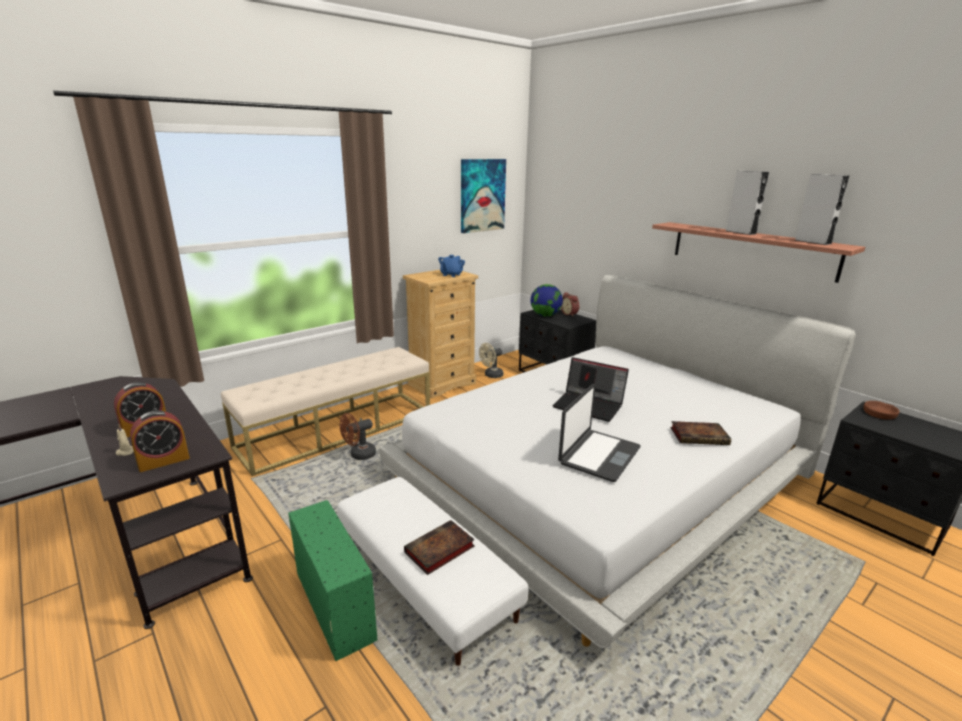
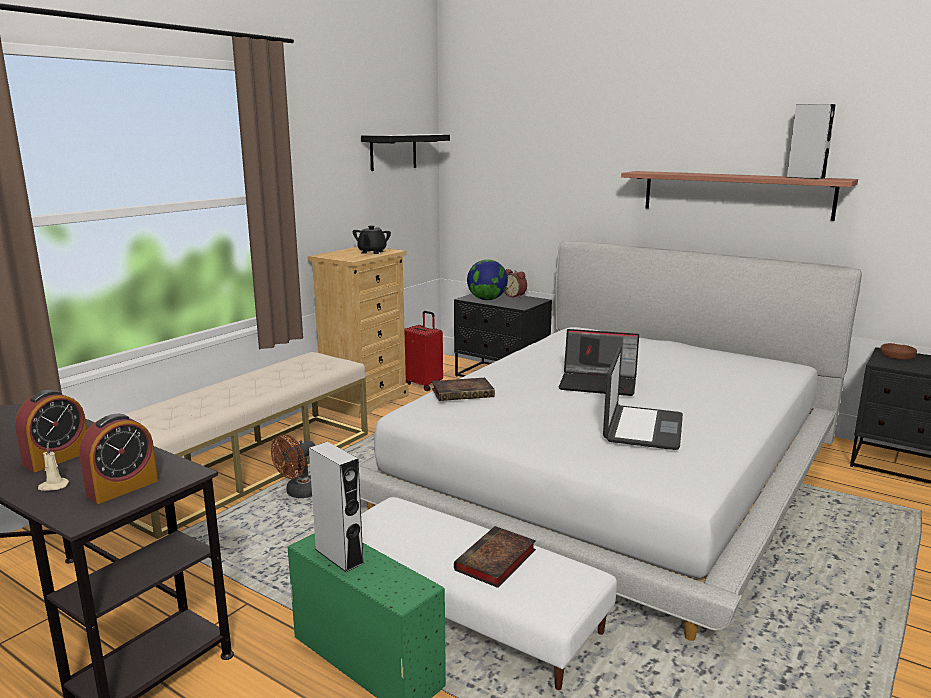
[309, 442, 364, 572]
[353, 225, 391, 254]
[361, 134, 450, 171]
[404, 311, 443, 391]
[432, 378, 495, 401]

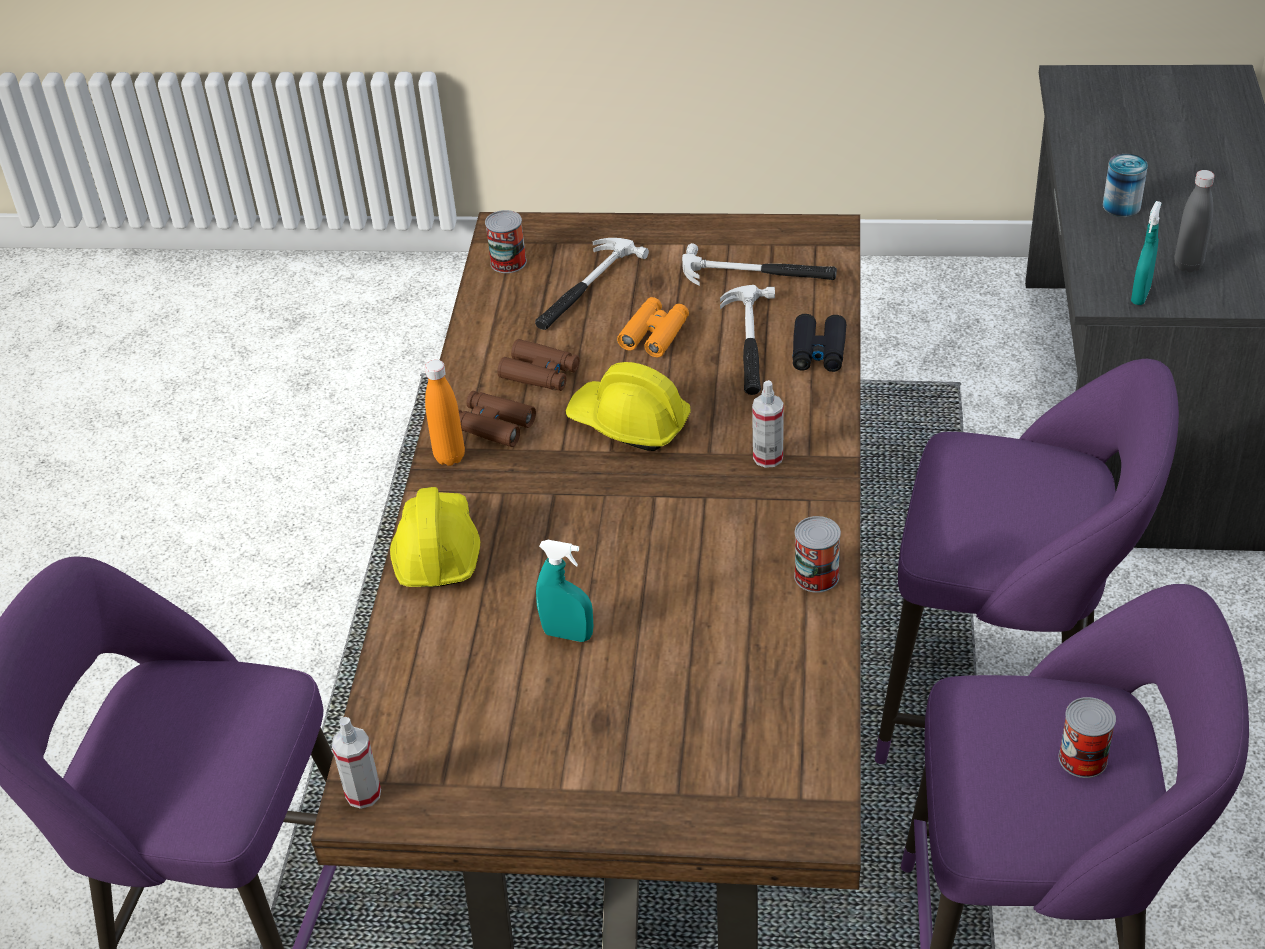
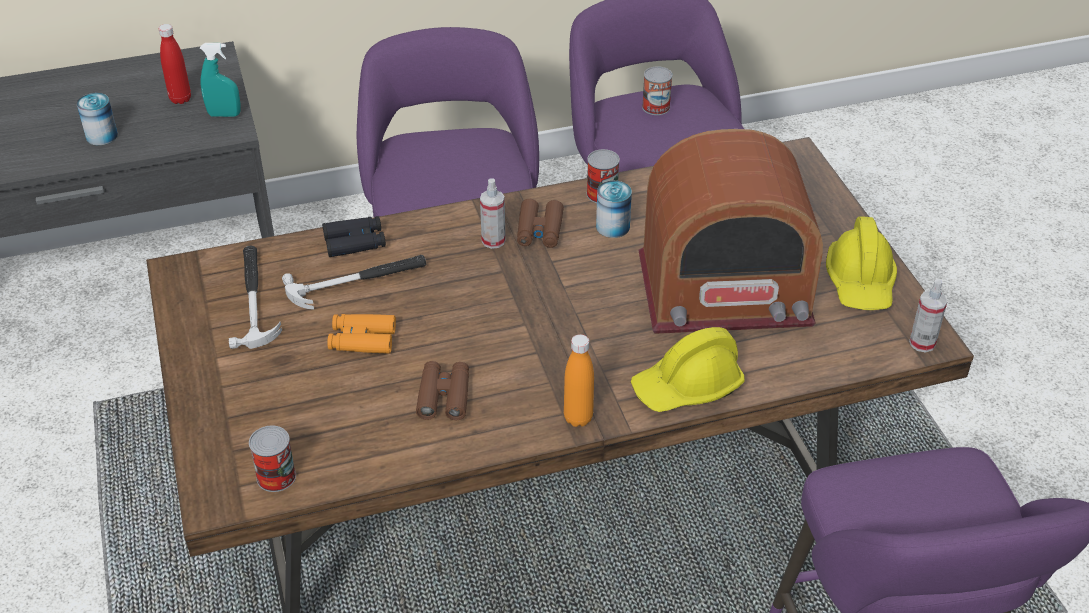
[158, 24, 191, 104]
[517, 199, 564, 248]
[596, 181, 632, 238]
[638, 129, 823, 334]
[826, 216, 897, 310]
[535, 238, 649, 330] (first image)

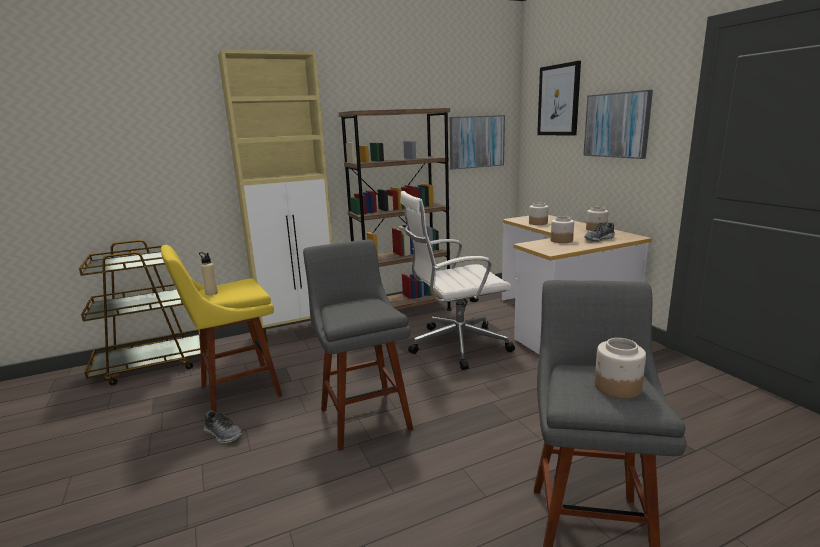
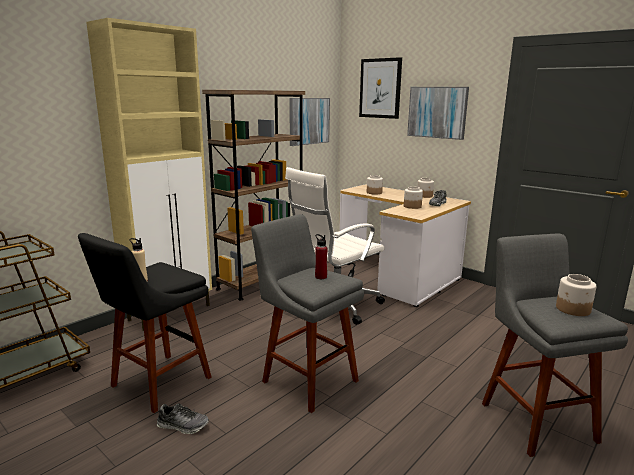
[78, 233, 212, 413]
[315, 234, 328, 279]

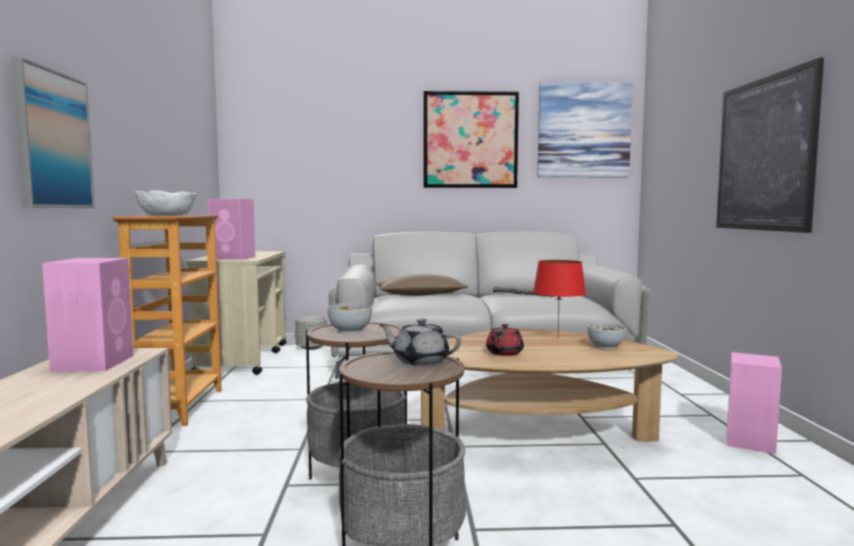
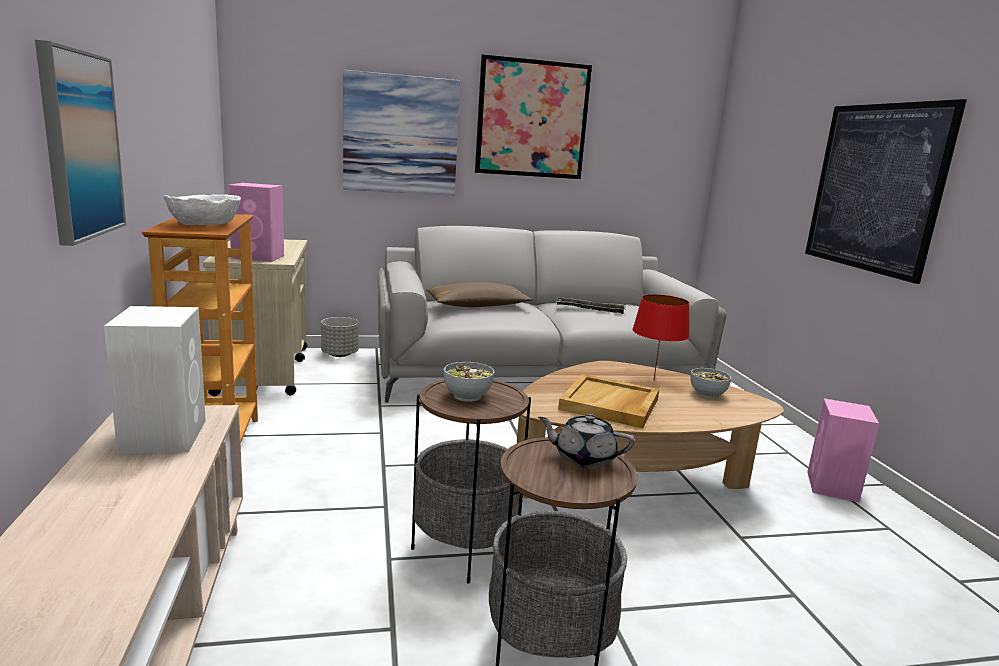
[104, 306, 206, 454]
[343, 70, 460, 196]
[558, 374, 659, 428]

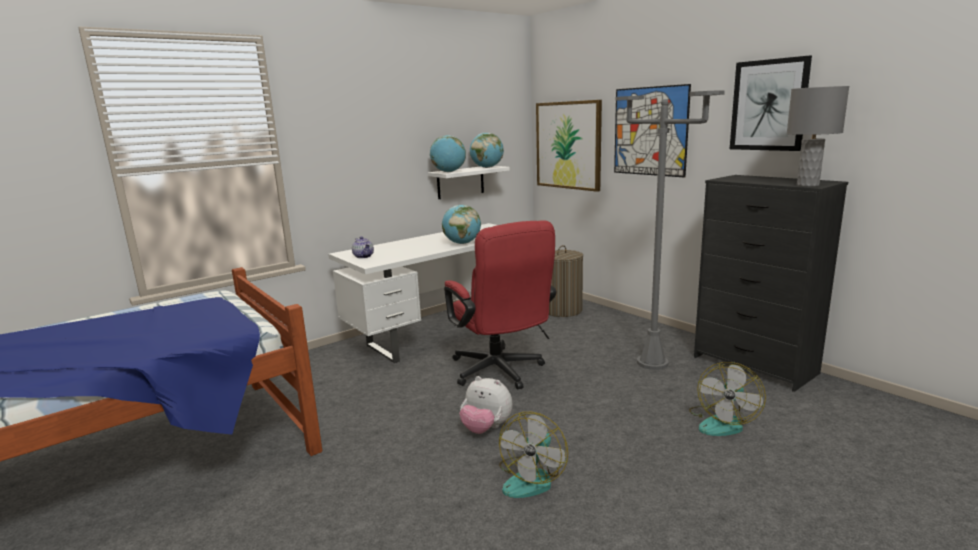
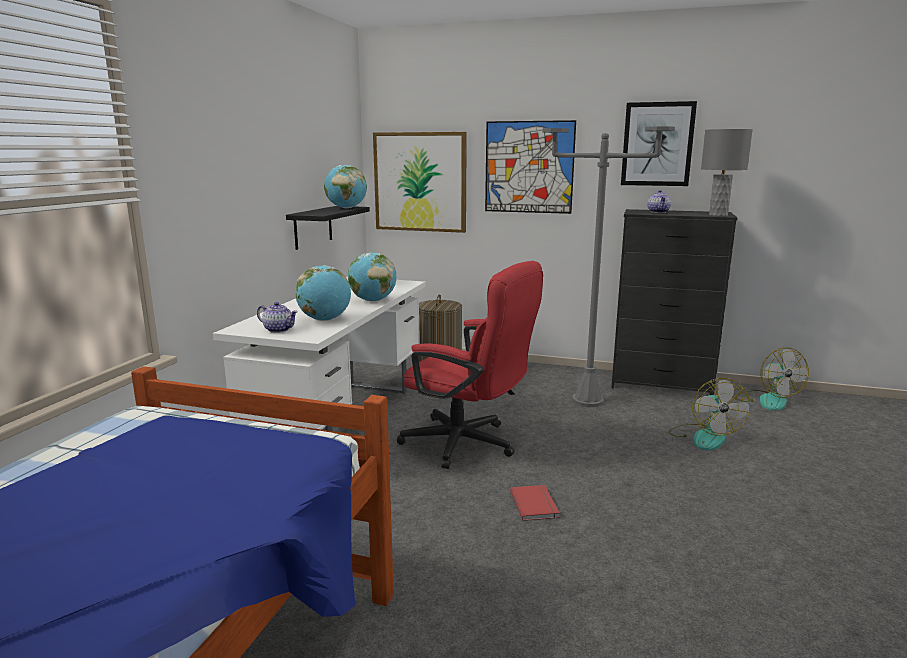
[286, 206, 370, 250]
[295, 265, 351, 321]
[510, 485, 559, 521]
[648, 190, 671, 213]
[735, 348, 809, 411]

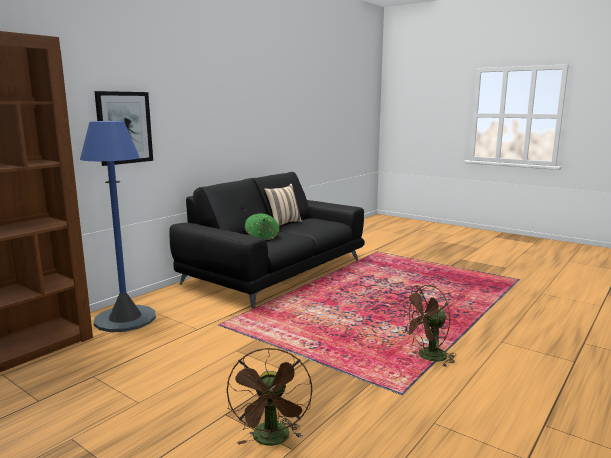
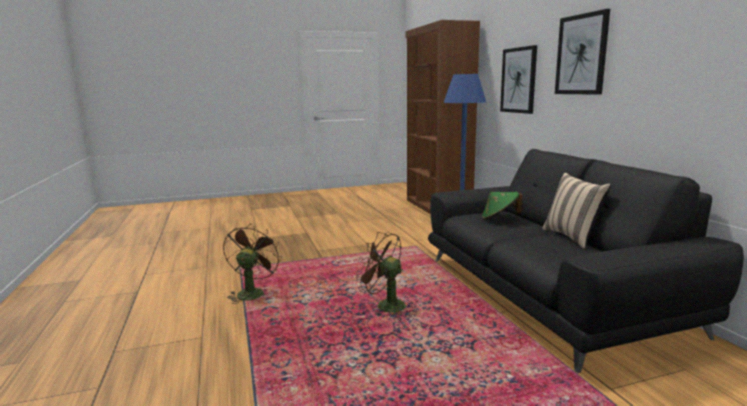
[356, 232, 406, 316]
[555, 9, 610, 95]

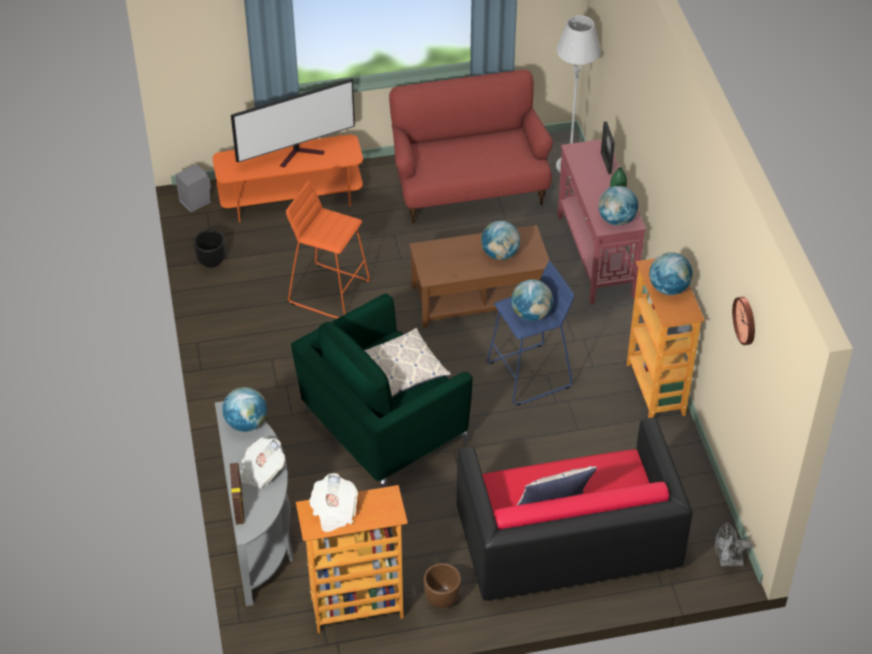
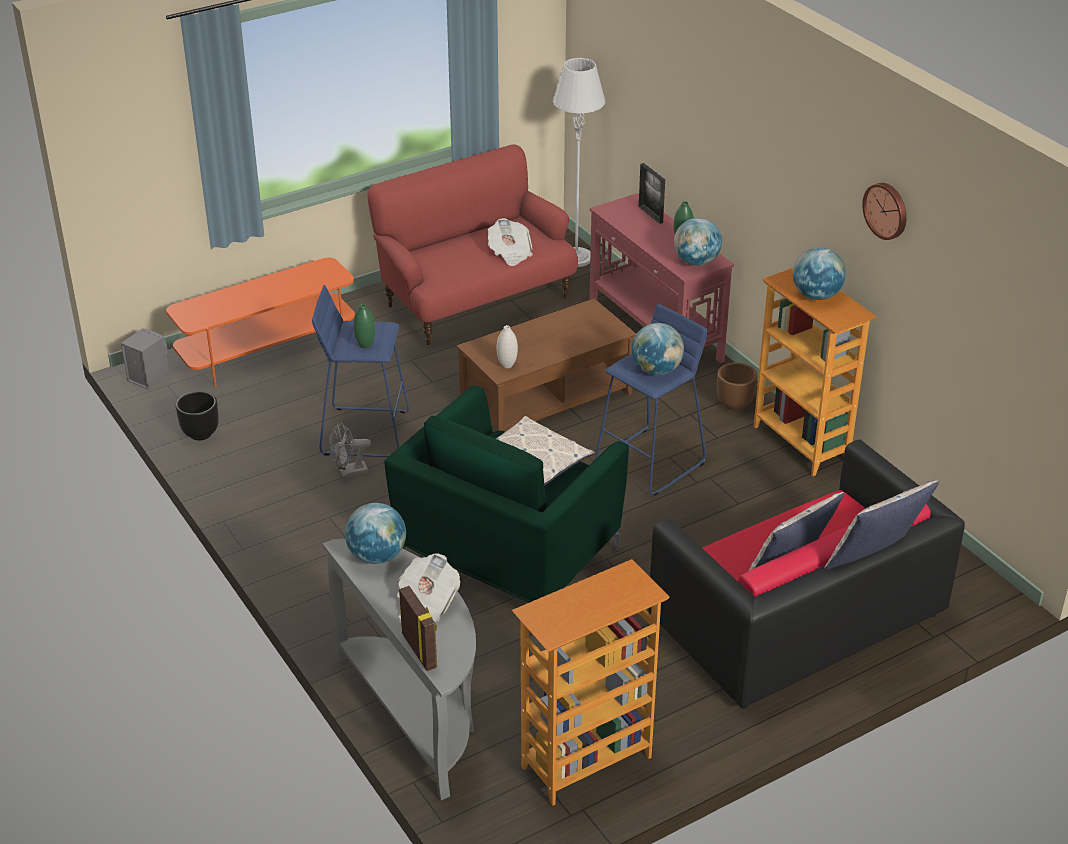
[312, 285, 409, 457]
[329, 422, 371, 478]
[353, 304, 375, 348]
[488, 218, 533, 266]
[497, 325, 518, 368]
[717, 362, 757, 411]
[824, 481, 939, 570]
[862, 183, 907, 240]
[231, 78, 355, 167] (first image)
[481, 221, 520, 260] (first image)

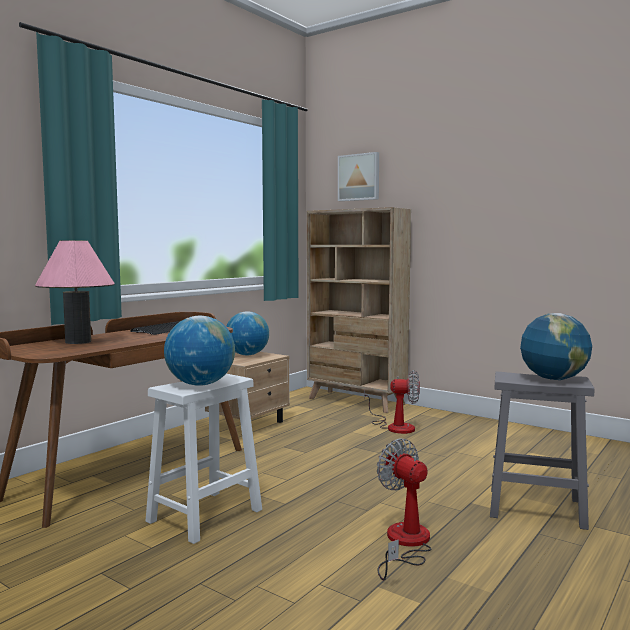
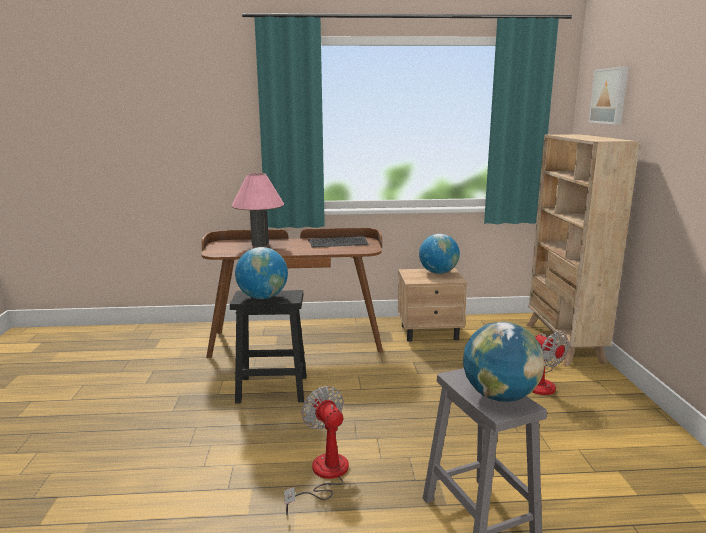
[230, 290, 307, 404]
[284, 386, 349, 515]

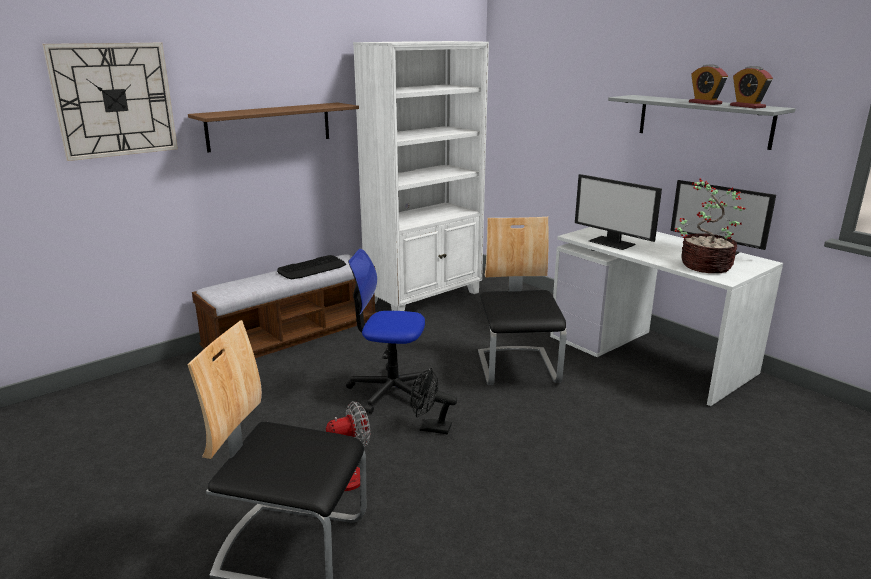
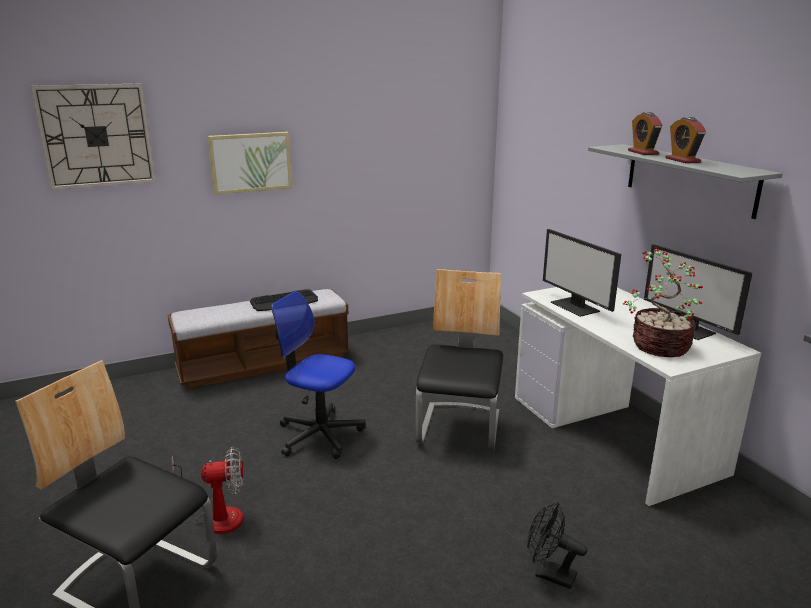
[208, 132, 292, 195]
[527, 502, 587, 589]
[628, 112, 662, 155]
[353, 41, 489, 311] (first image)

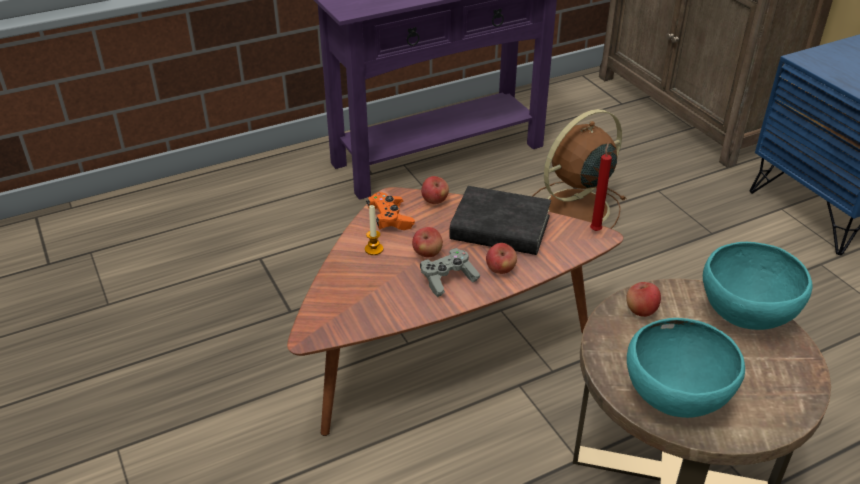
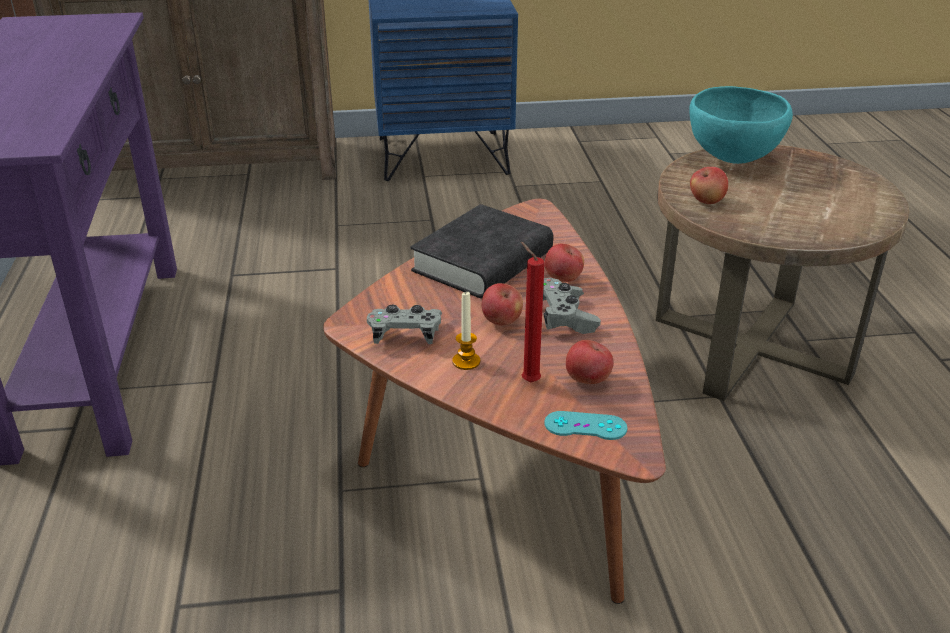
[367, 305, 442, 344]
[521, 242, 545, 382]
[544, 411, 627, 440]
[566, 340, 613, 384]
[532, 109, 626, 229] (first image)
[627, 318, 745, 418] (first image)

